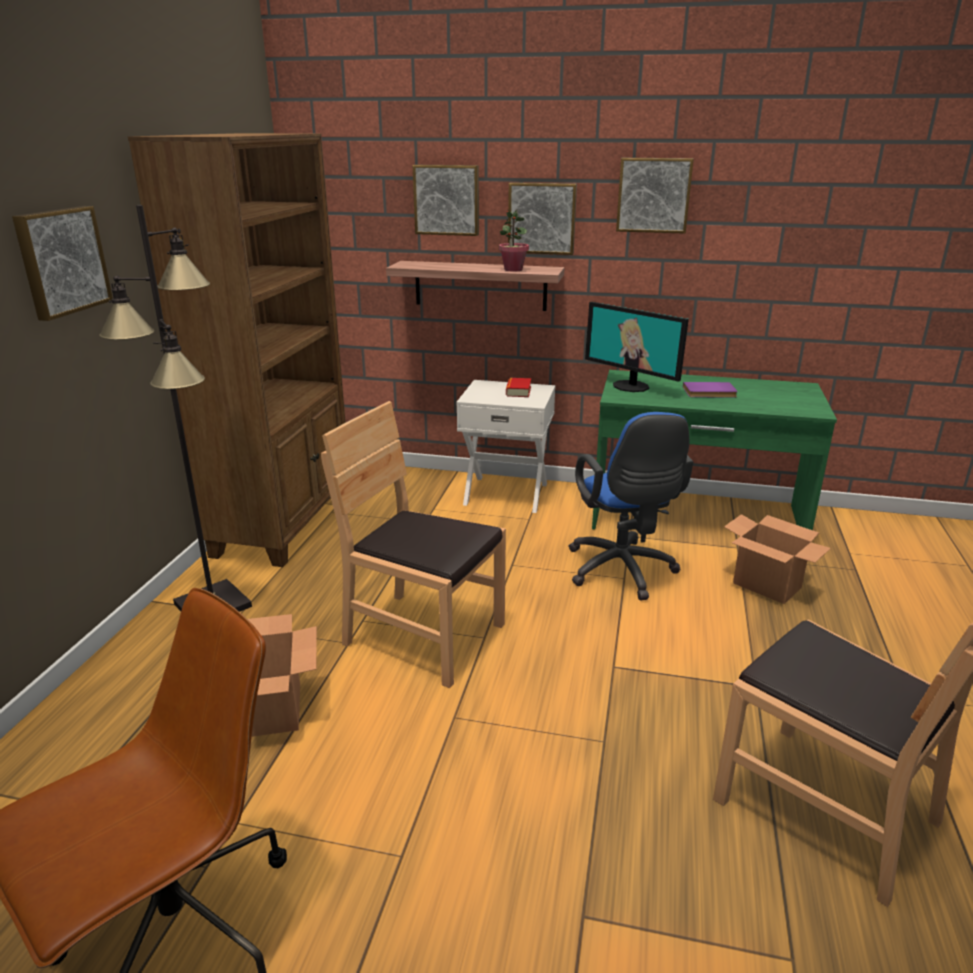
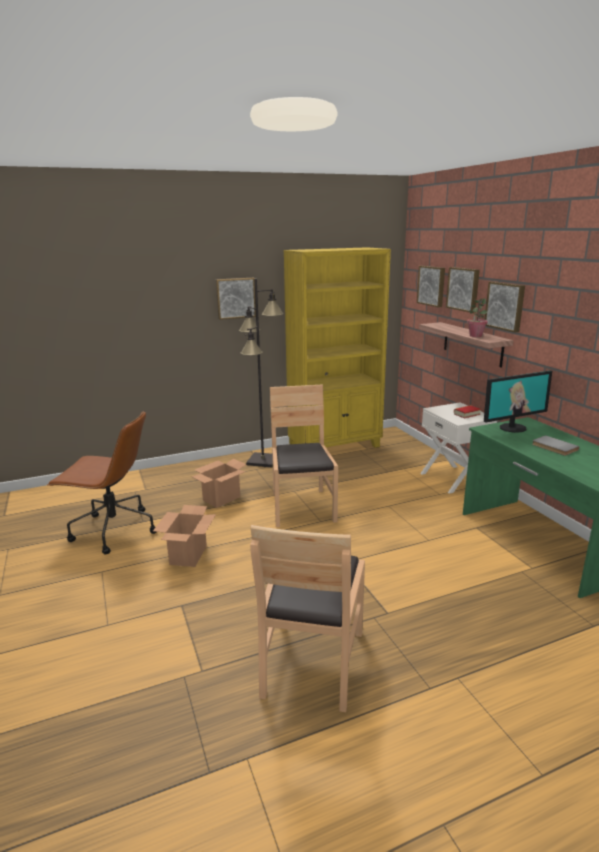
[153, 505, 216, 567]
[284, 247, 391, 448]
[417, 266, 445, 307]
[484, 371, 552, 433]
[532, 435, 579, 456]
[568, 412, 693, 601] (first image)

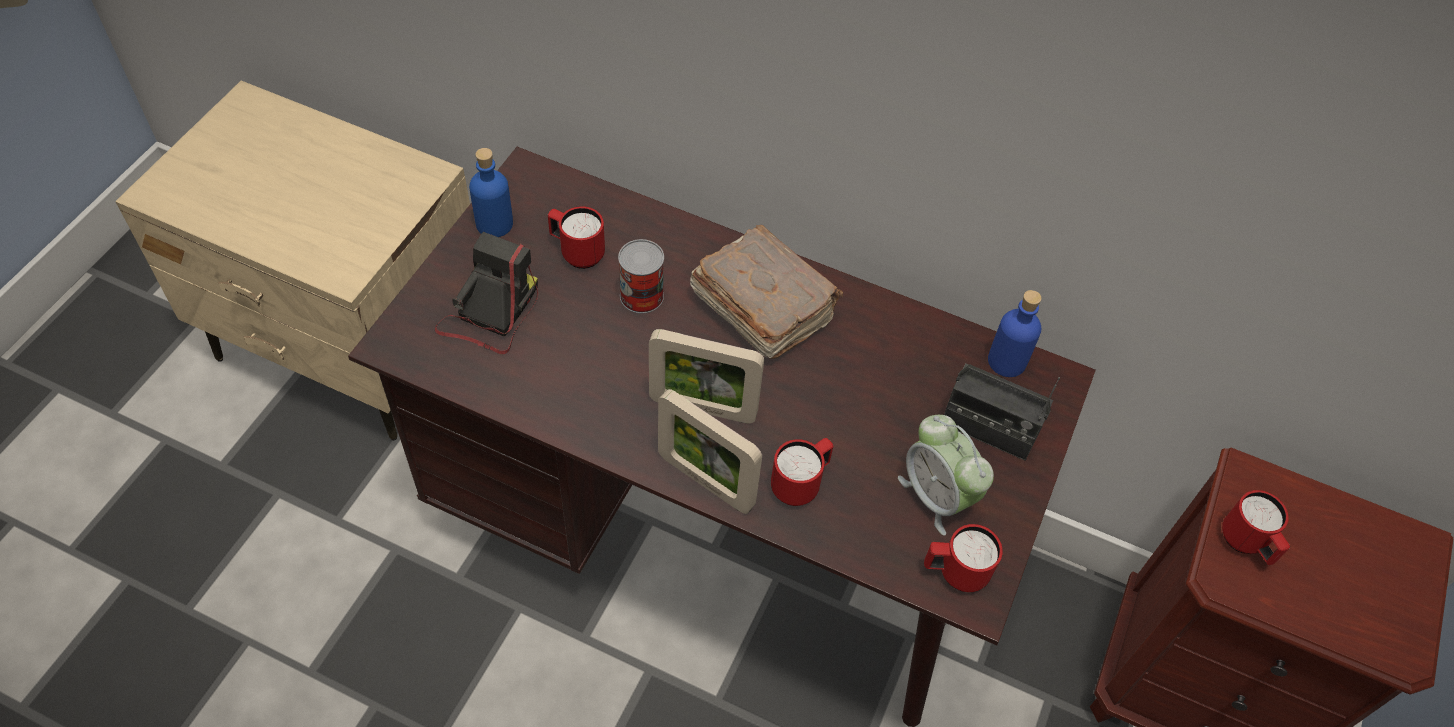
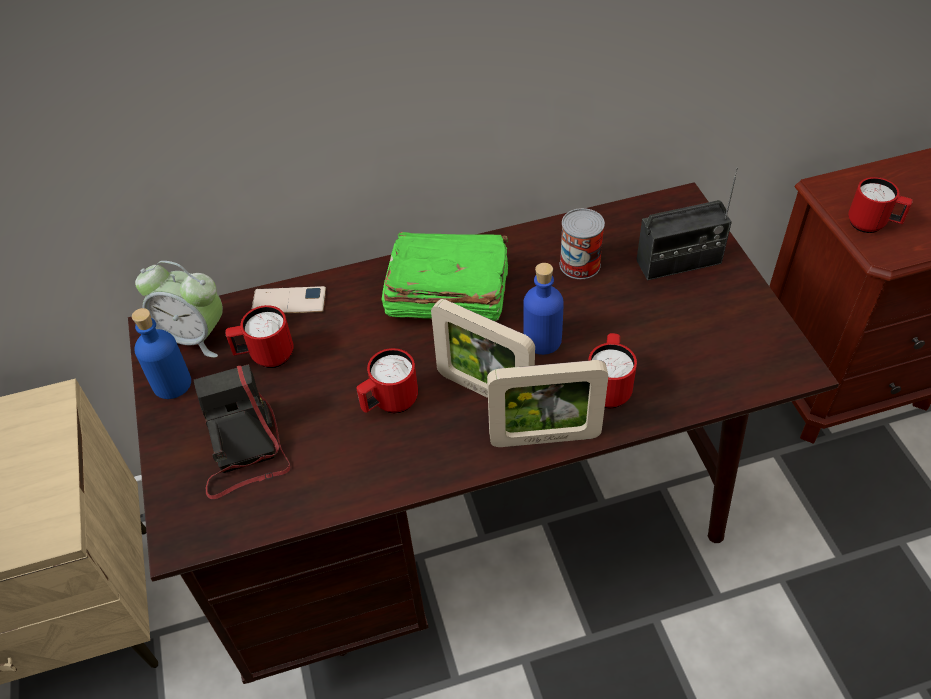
[135, 261, 223, 358]
[251, 286, 326, 314]
[356, 348, 418, 413]
[381, 232, 508, 321]
[431, 299, 535, 398]
[523, 263, 564, 355]
[560, 208, 605, 279]

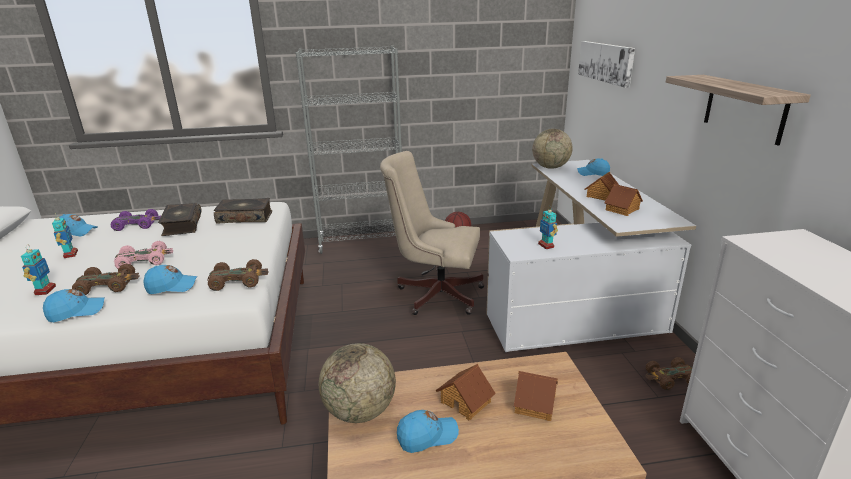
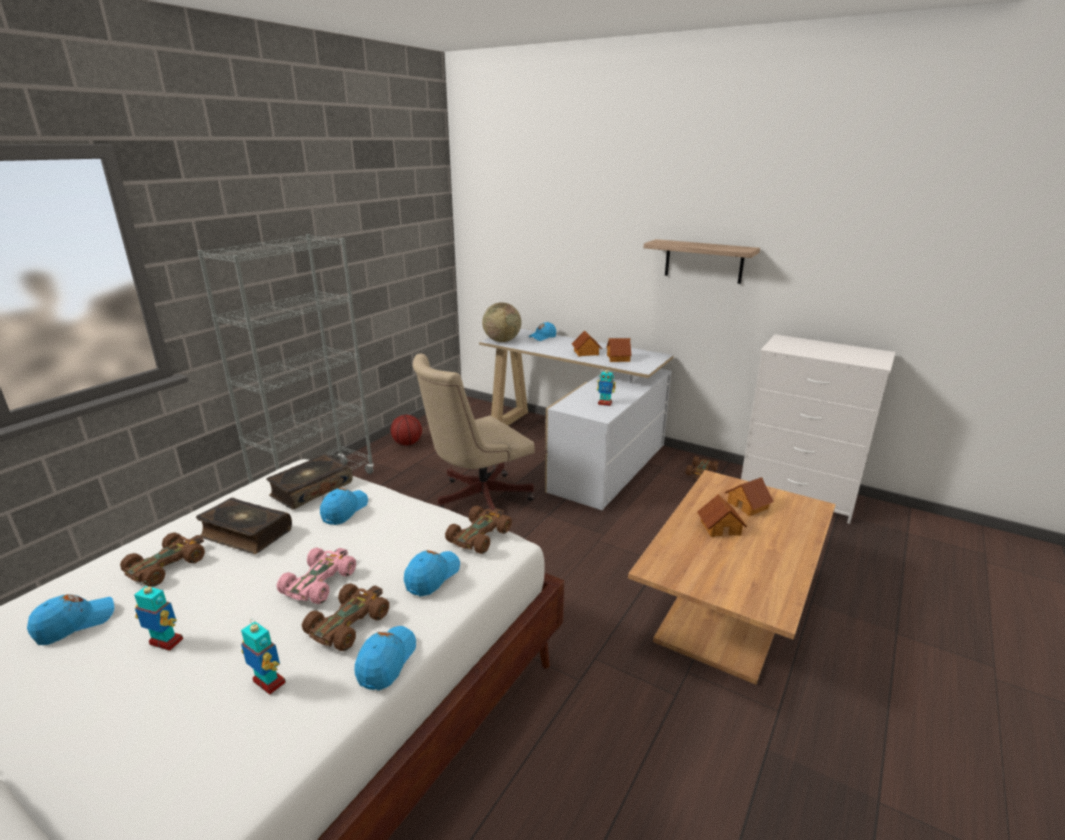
[120, 532, 205, 587]
[320, 488, 368, 525]
[319, 343, 396, 423] (first image)
[578, 41, 635, 88] (first image)

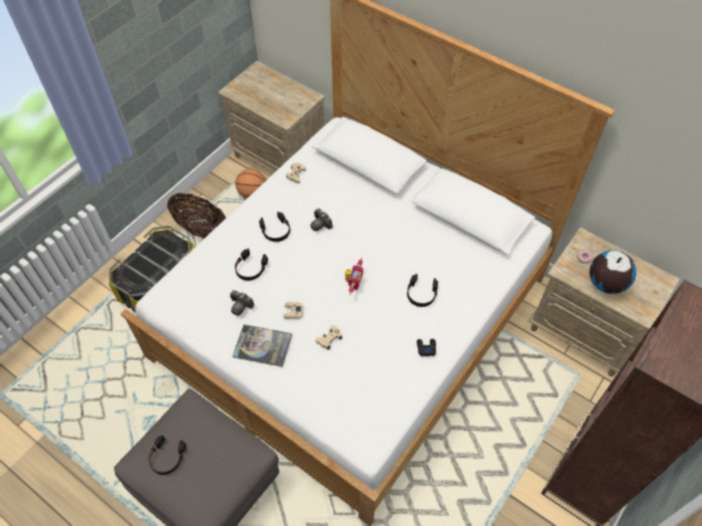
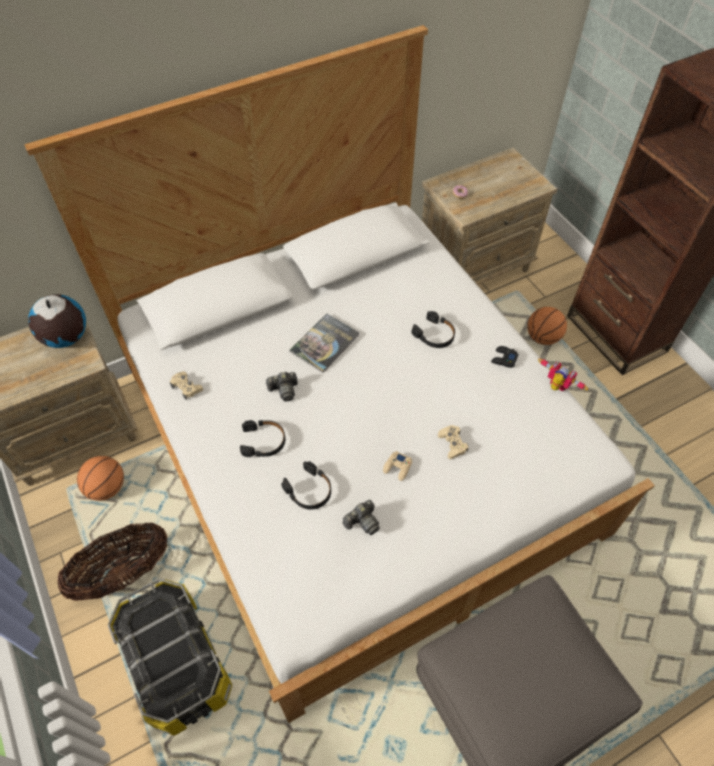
[28, 294, 86, 348]
[289, 313, 359, 373]
[527, 307, 567, 345]
[538, 358, 588, 391]
[148, 435, 186, 475] (first image)

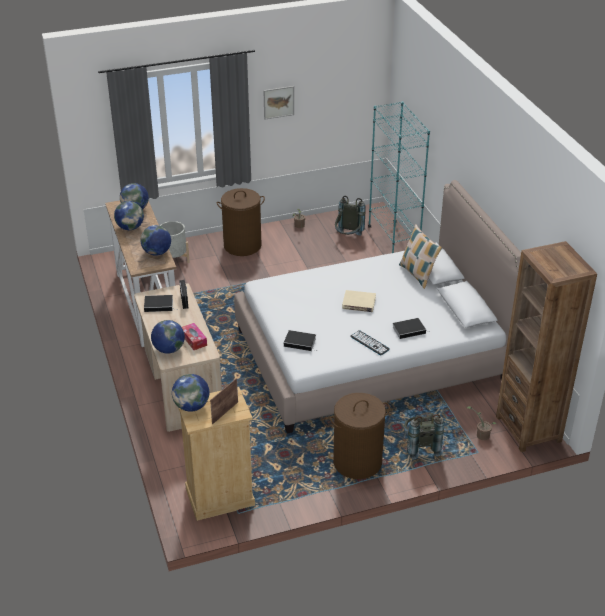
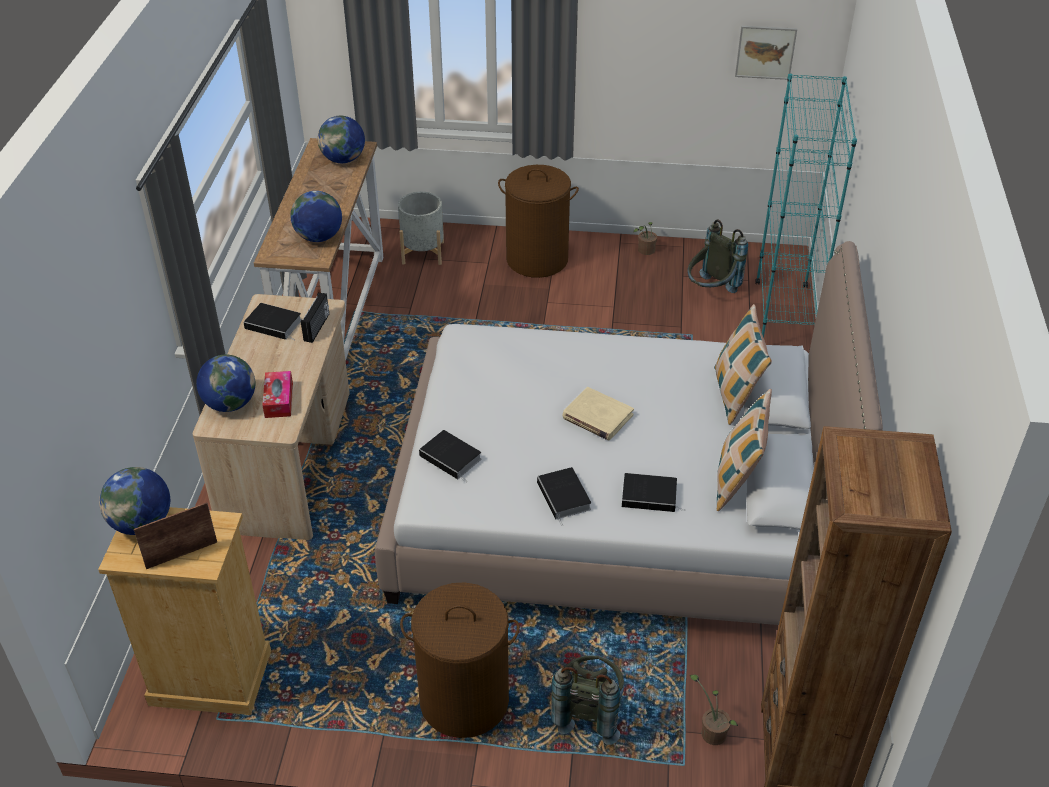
[537, 467, 591, 526]
[717, 389, 772, 511]
[735, 26, 797, 80]
[114, 201, 144, 230] (first image)

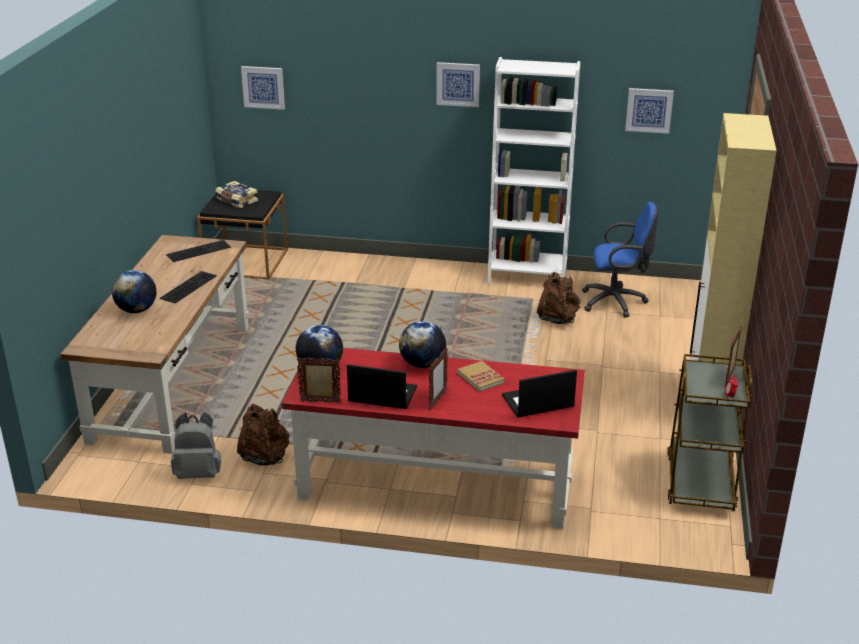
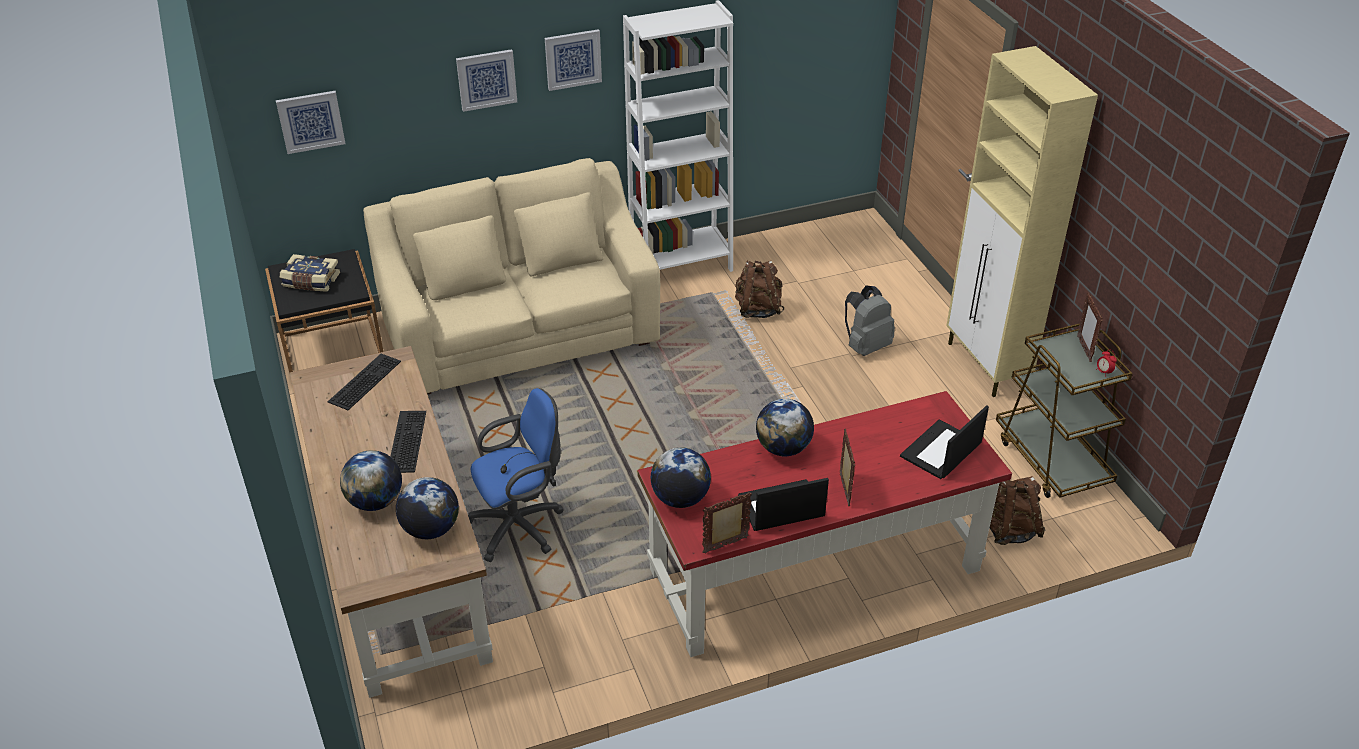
[363, 158, 660, 395]
[396, 477, 459, 539]
[456, 49, 517, 112]
[468, 388, 564, 562]
[845, 285, 895, 356]
[990, 476, 1045, 545]
[457, 361, 505, 392] (first image)

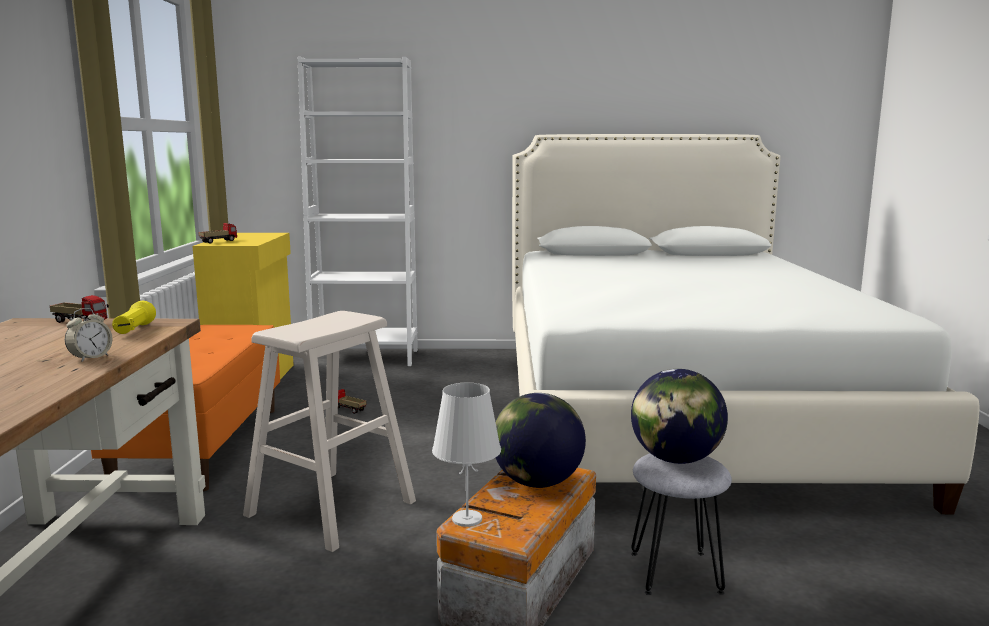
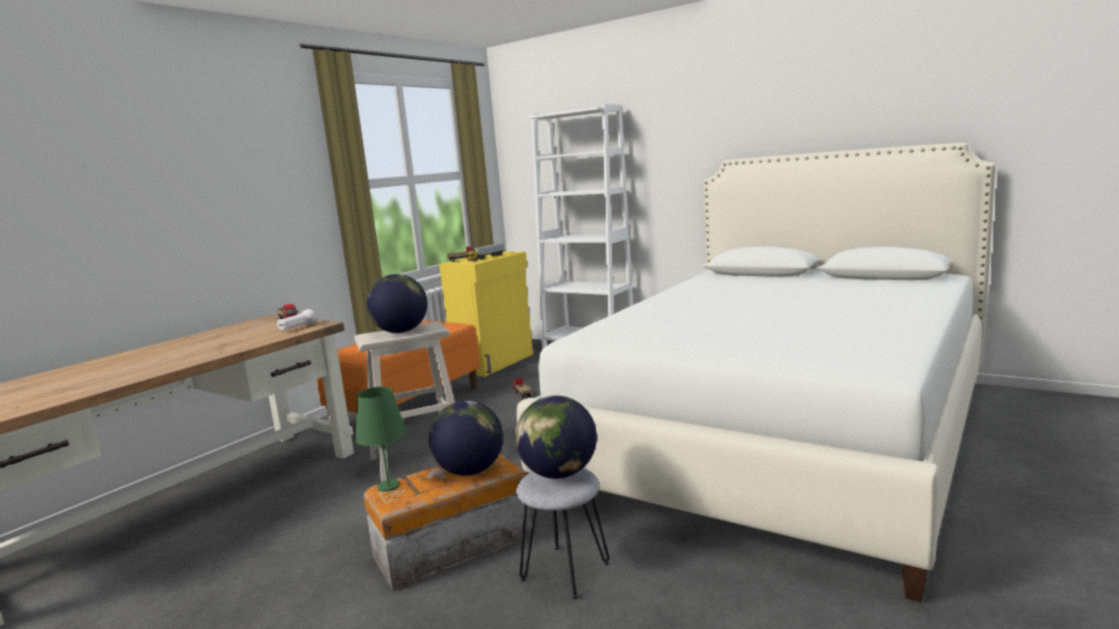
[277, 309, 316, 331]
[355, 386, 407, 492]
[367, 274, 427, 333]
[467, 243, 505, 261]
[65, 308, 112, 362] (first image)

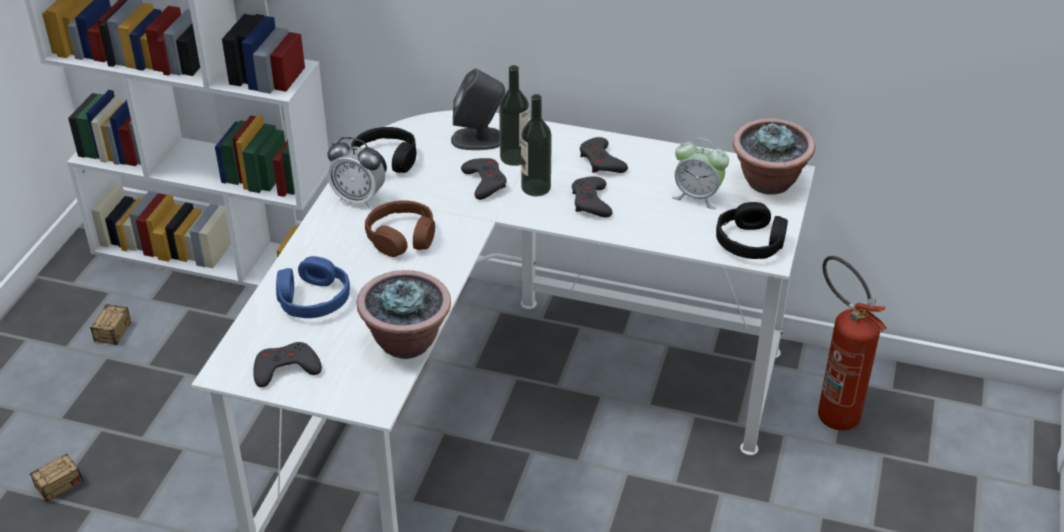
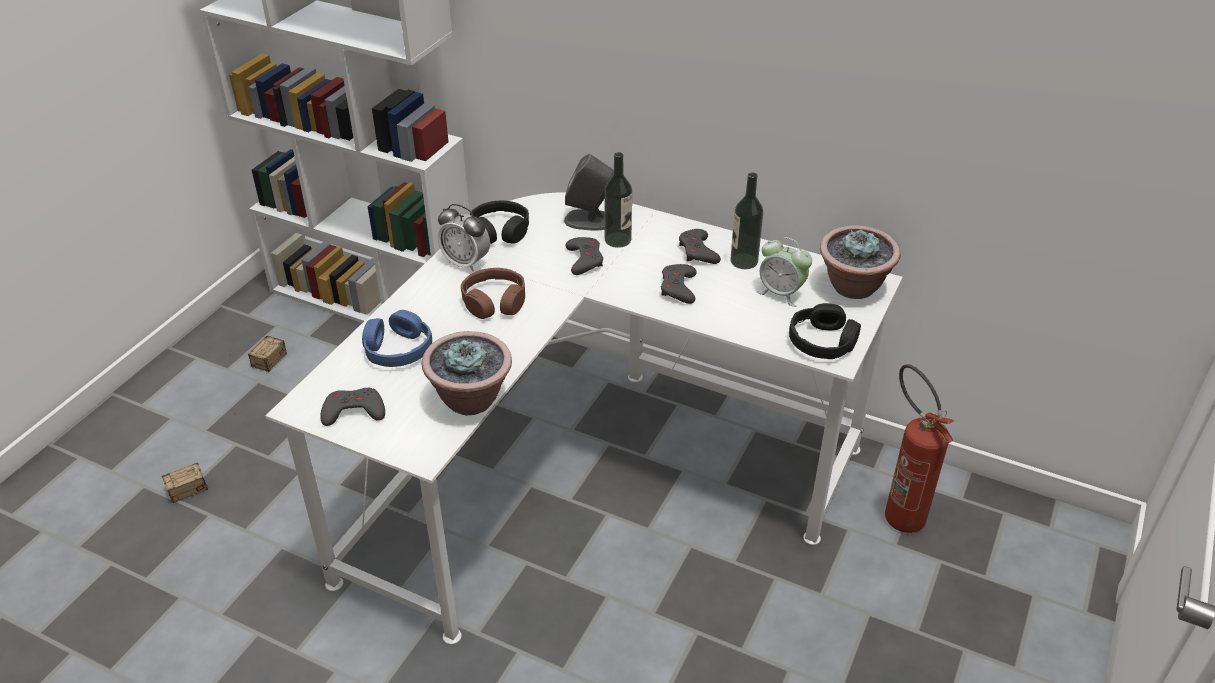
[730, 173, 763, 269]

